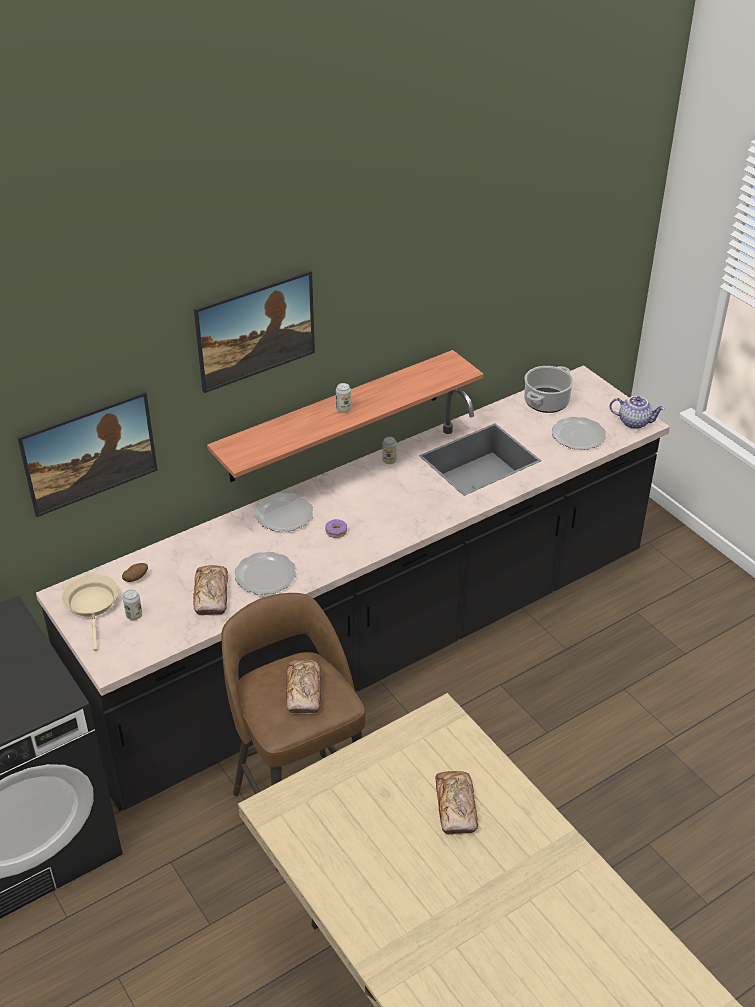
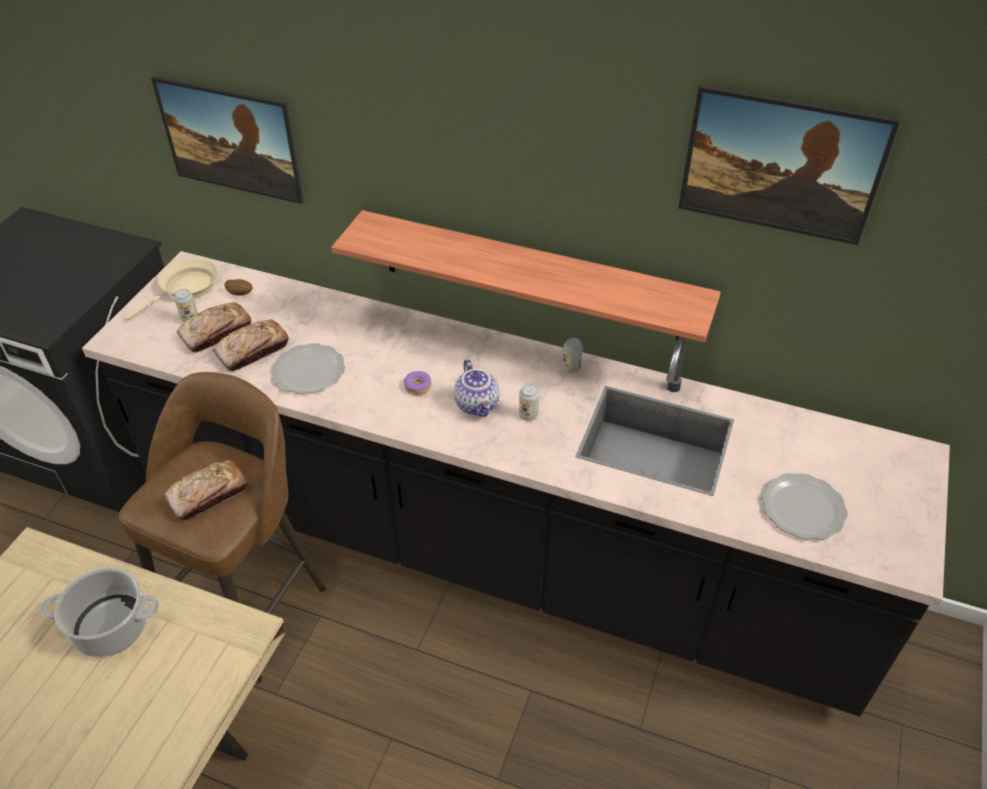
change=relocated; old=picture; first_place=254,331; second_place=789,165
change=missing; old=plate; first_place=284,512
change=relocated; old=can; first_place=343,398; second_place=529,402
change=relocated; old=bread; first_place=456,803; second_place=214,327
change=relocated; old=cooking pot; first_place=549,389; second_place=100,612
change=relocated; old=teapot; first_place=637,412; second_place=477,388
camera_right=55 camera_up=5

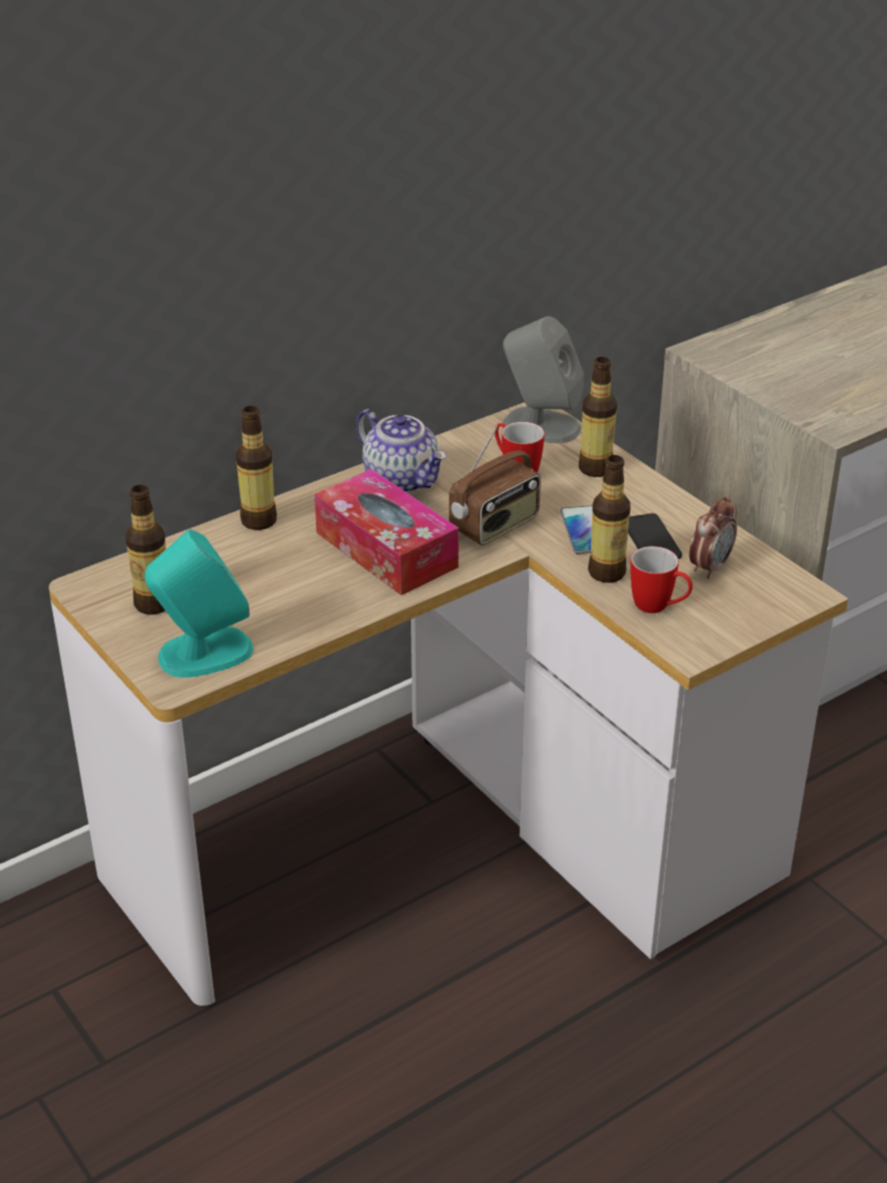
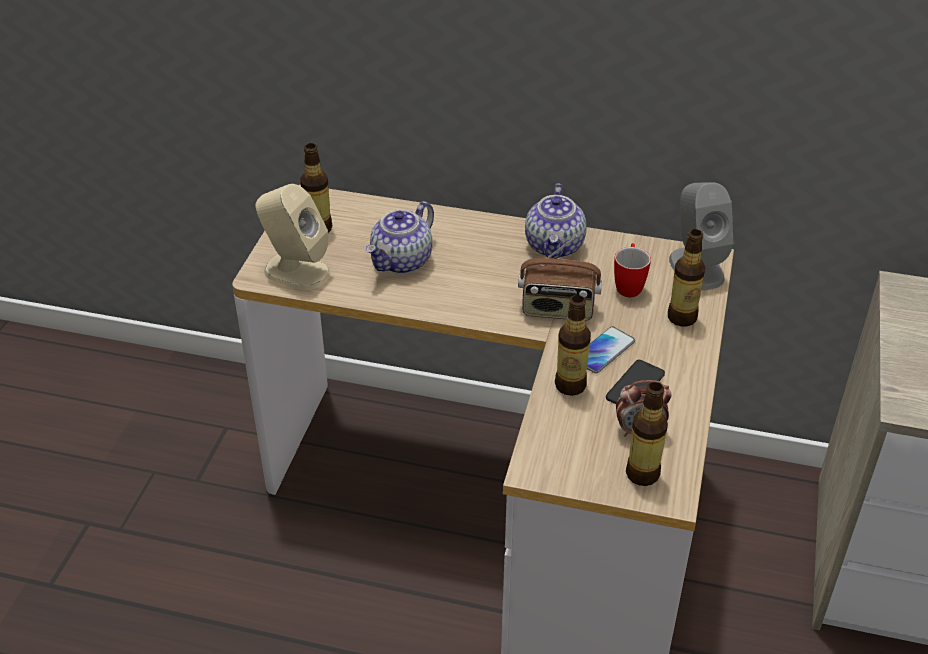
change=colour; old=speaker (turquoise); new=speaker (beige); first_place=199,603; second_place=292,237
change=relocated; old=bottle; first_place=256,468; second_place=647,434
change=missing; old=tissue box; first_place=387,532
change=missing; old=mug; first_place=662,579
change=appeared; new=teapot; second_place=400,237
camera_right=50 camera_up=5

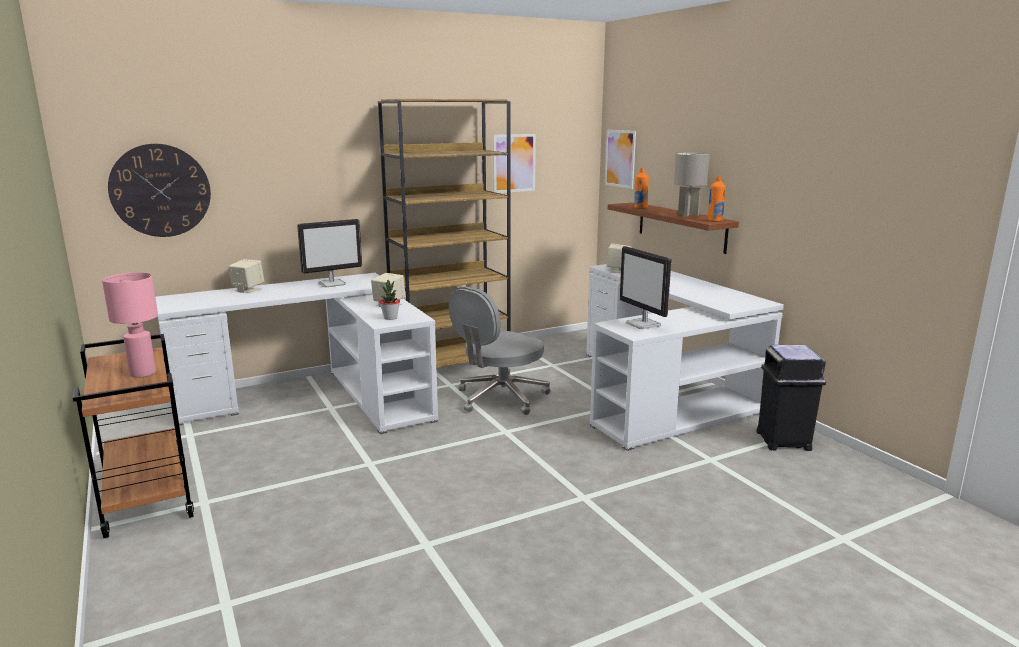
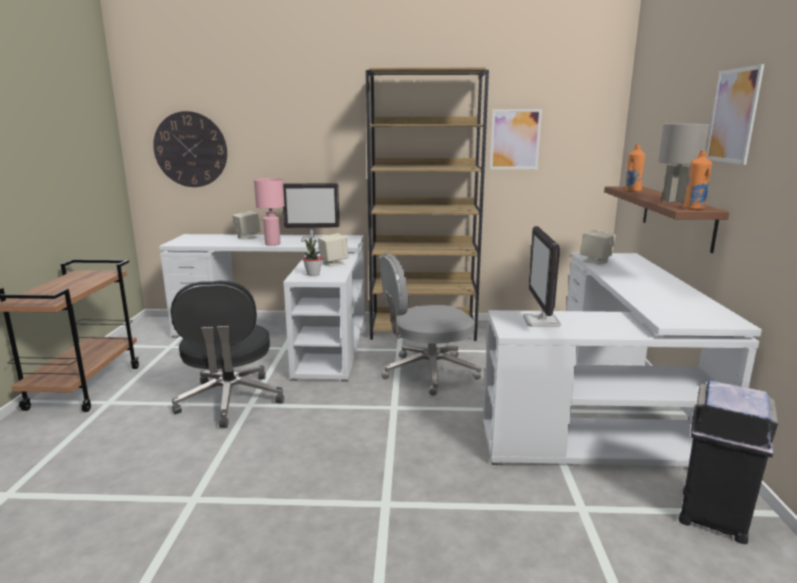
change=relocated; old=table lamp (pink); first_place=130,325; second_place=269,212
change=relocated; old=picture; first_place=620,159; second_place=735,114
change=appeared; new=office chair (black); second_place=227,354
camera_right=30 camera_up=0

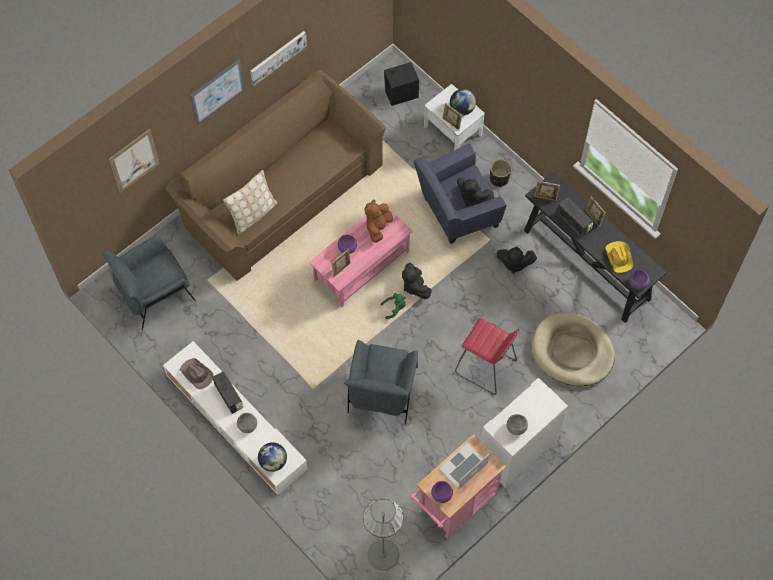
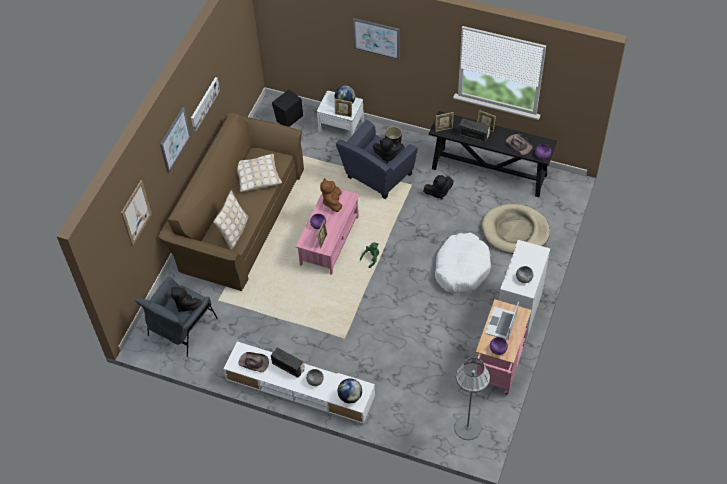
change=missing; old=armchair (grey); first_place=381,382
change=relocated; old=plush toy (black); first_place=417,281; second_place=186,299
change=exchanged; old=stool (red); new=dog bed (white); first_place=487,356; second_place=463,263
change=colour; old=hat (yellow); new=hat (brown); first_place=619,257; second_place=519,144
change=appeared; new=pillow (beige); second_place=259,173
change=appeared; new=picture; second_place=376,39
camera_right=-25 camera_up=-10

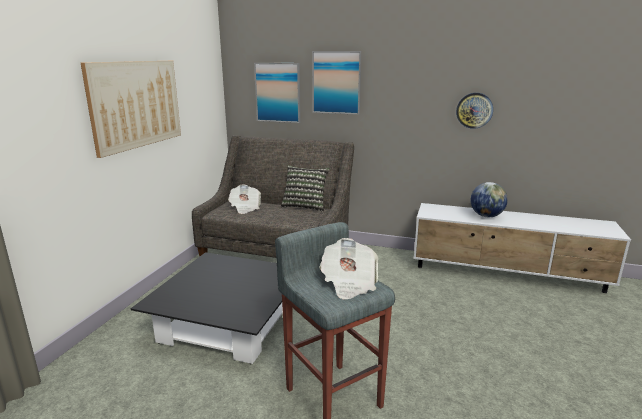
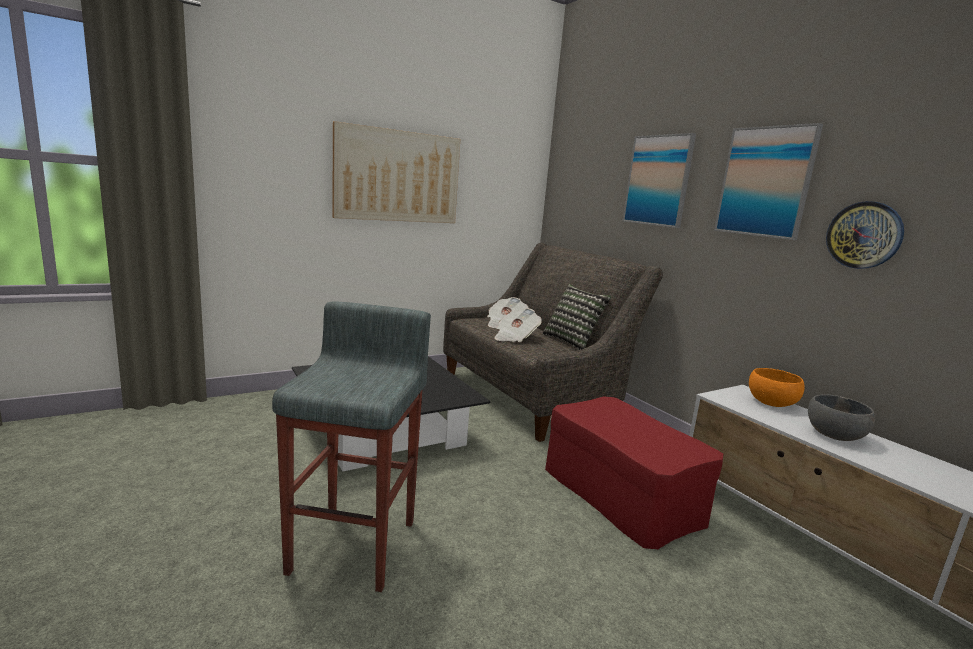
change=relocated; old=picture; first_place=277,93; second_place=768,181
change=relocated; old=newspaper; first_place=349,269; second_place=518,325
change=exchanged; old=globe; new=bowl (grey); first_place=489,199; second_place=841,418
change=appeared; new=ottoman (red); second_place=634,472
change=appeared; new=bowl (orange); second_place=776,387
camera_right=40 camera_up=-5

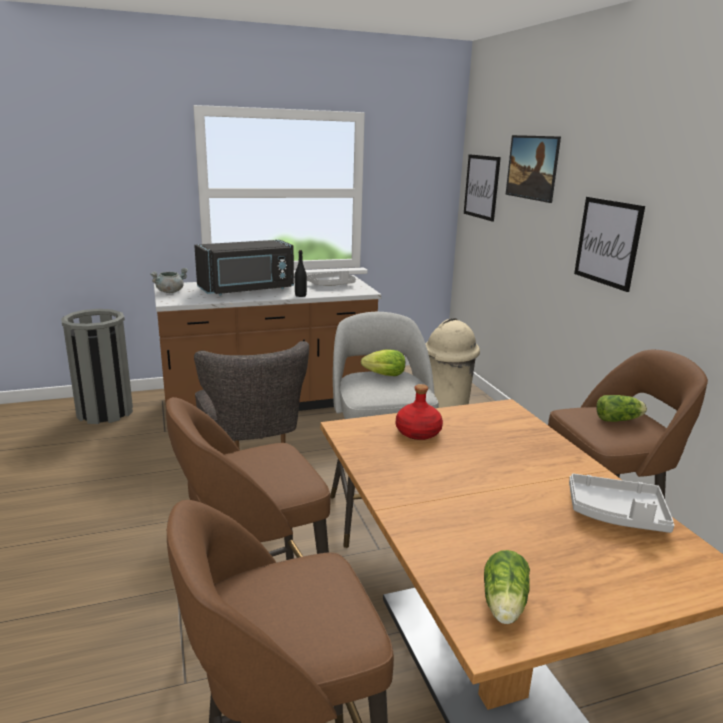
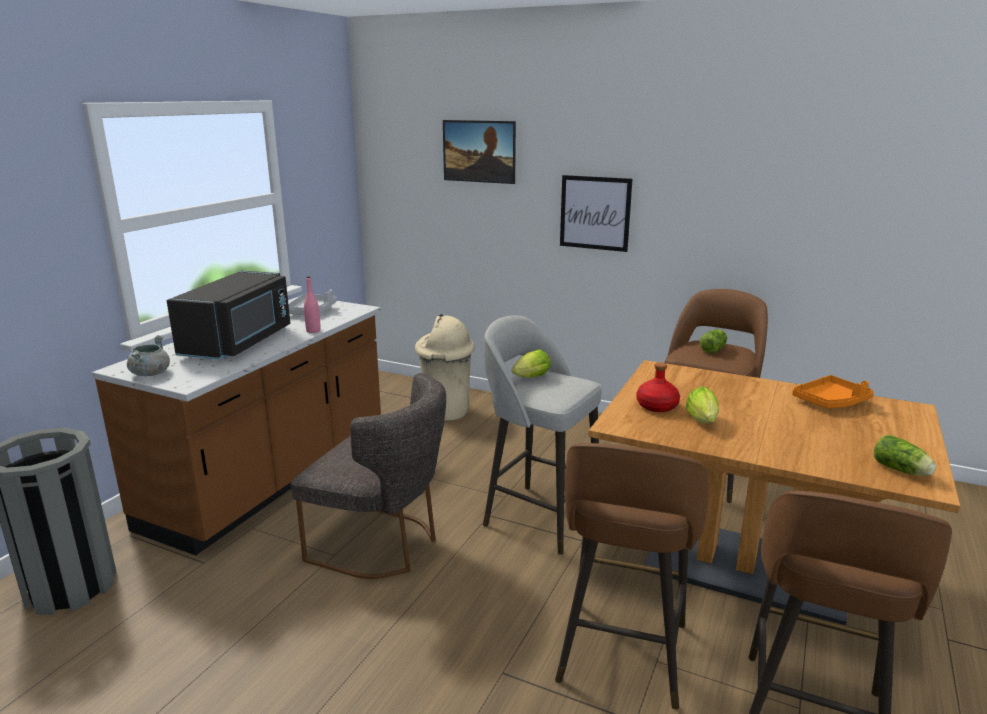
change=colour; old=bottle (black); new=bottle (pink); first_place=301,273; second_place=312,304
change=missing; old=picture; first_place=482,188
change=colour; old=tray (grey); new=tray (orange); first_place=621,503; second_place=833,391
change=appeared; new=lettuce; second_place=702,404
camera_right=-45 camera_up=0

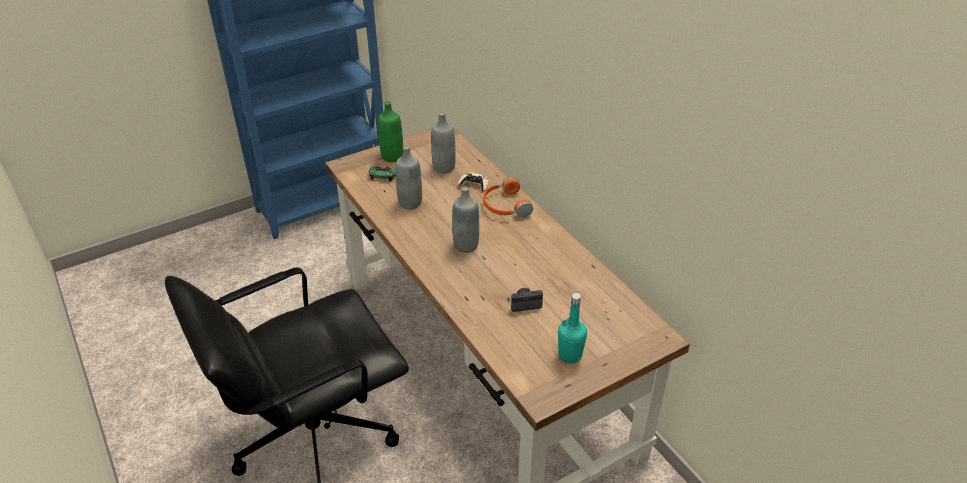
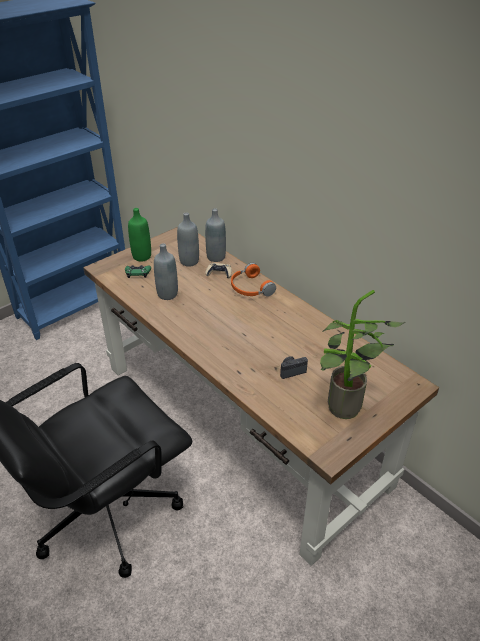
change=relocated; old=bottle (grey); first_place=465,219; second_place=215,235
change=exchanged; old=bottle (turquoise); new=potted plant; first_place=572,328; second_place=363,354
camera_right=-10 camera_up=0

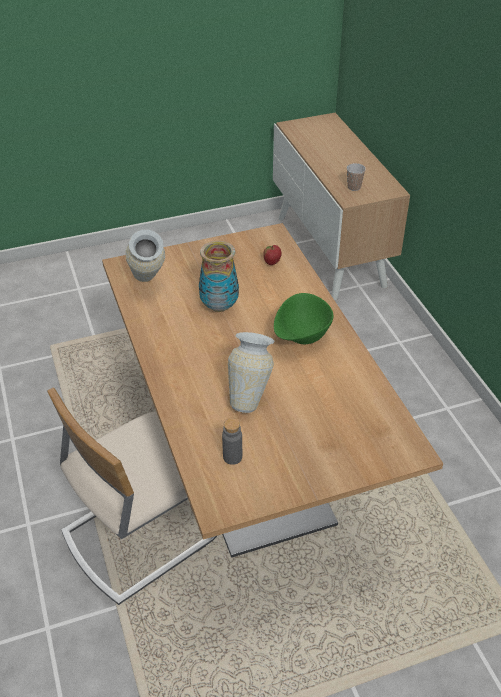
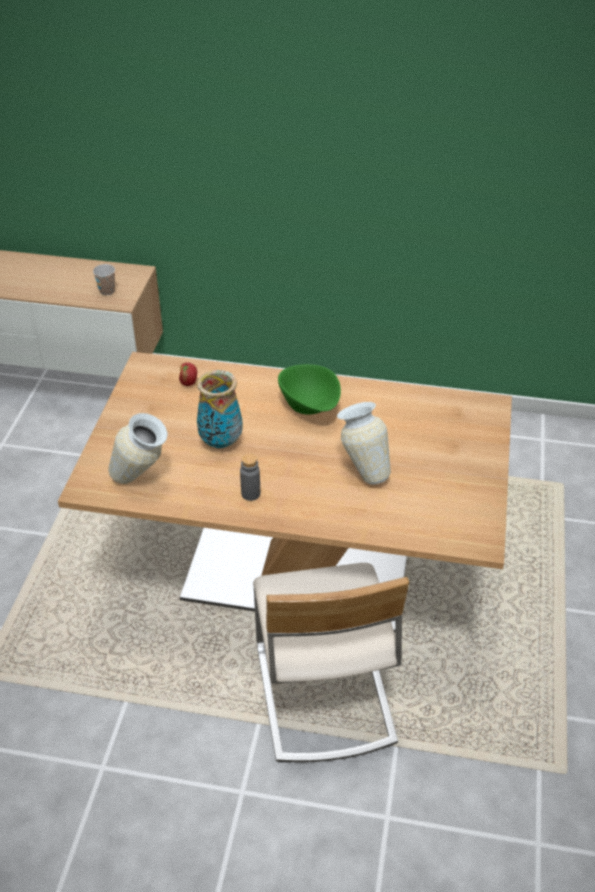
change=relocated; old=bottle (grey); first_place=232,441; second_place=250,477
camera_right=-60 camera_up=0

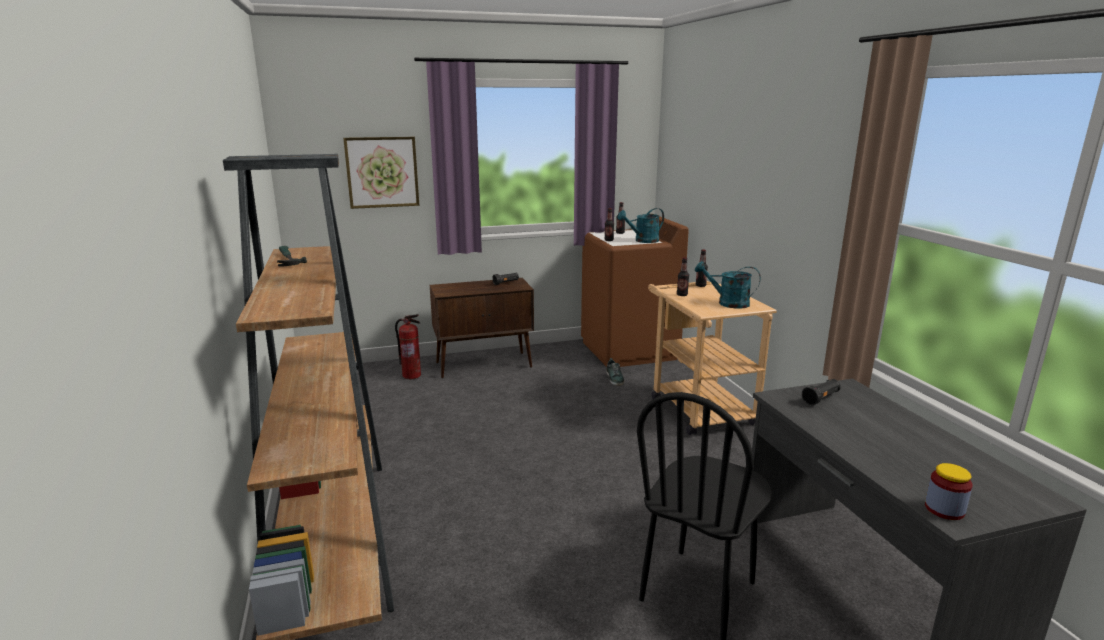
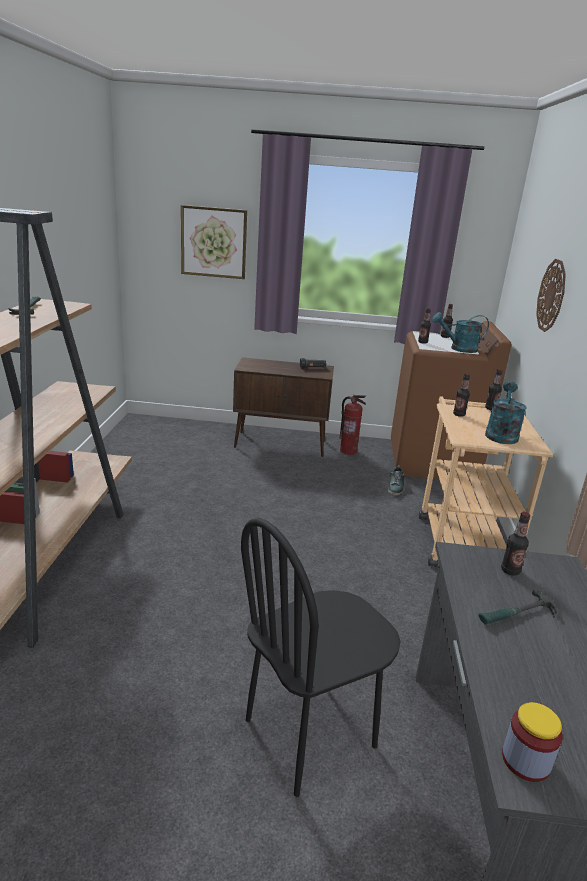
change=relocated; old=fire extinguisher; first_place=408,346; second_place=352,425
change=spun; old=watering can (turquoise); first_place=728,285; second_place=506,413; degrees=60
change=exchanged; old=flashlight (black); new=bottle; first_place=821,392; second_place=515,543
change=appeared; new=hammer; second_place=517,606
change=appeared; new=wall clock; second_place=551,295
camera_right=20 camera_up=5

